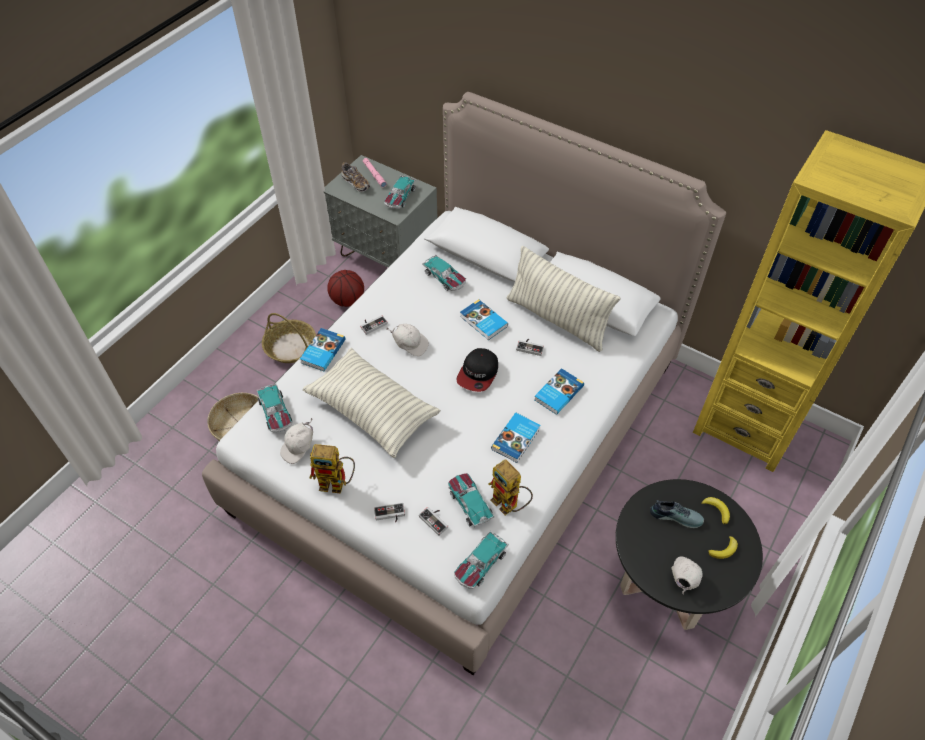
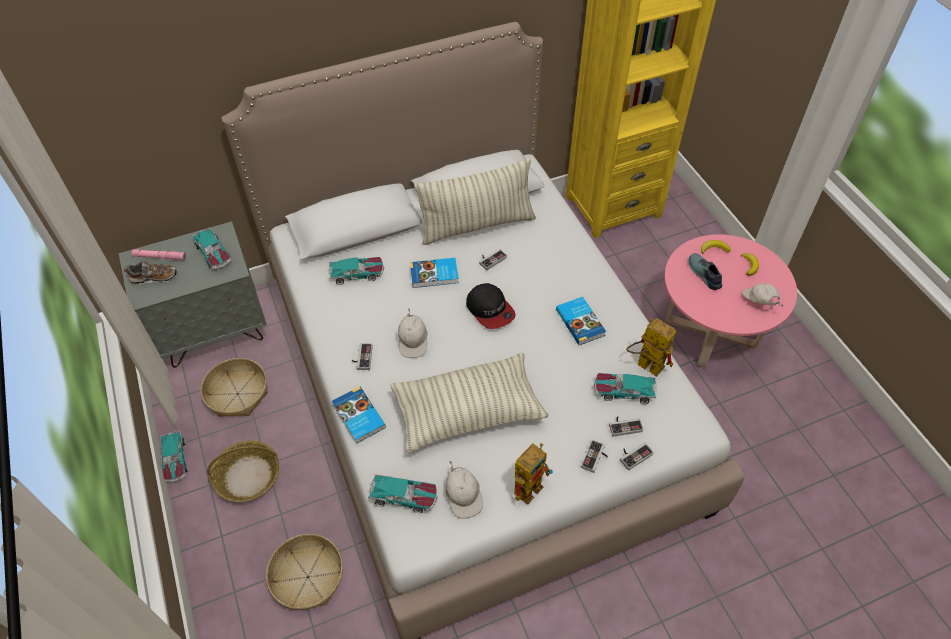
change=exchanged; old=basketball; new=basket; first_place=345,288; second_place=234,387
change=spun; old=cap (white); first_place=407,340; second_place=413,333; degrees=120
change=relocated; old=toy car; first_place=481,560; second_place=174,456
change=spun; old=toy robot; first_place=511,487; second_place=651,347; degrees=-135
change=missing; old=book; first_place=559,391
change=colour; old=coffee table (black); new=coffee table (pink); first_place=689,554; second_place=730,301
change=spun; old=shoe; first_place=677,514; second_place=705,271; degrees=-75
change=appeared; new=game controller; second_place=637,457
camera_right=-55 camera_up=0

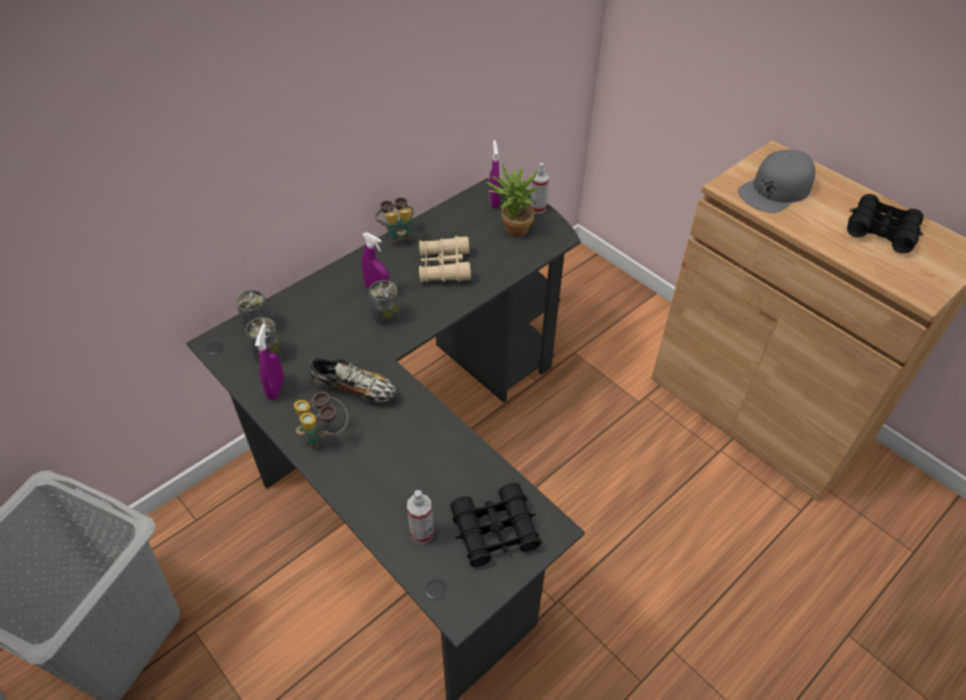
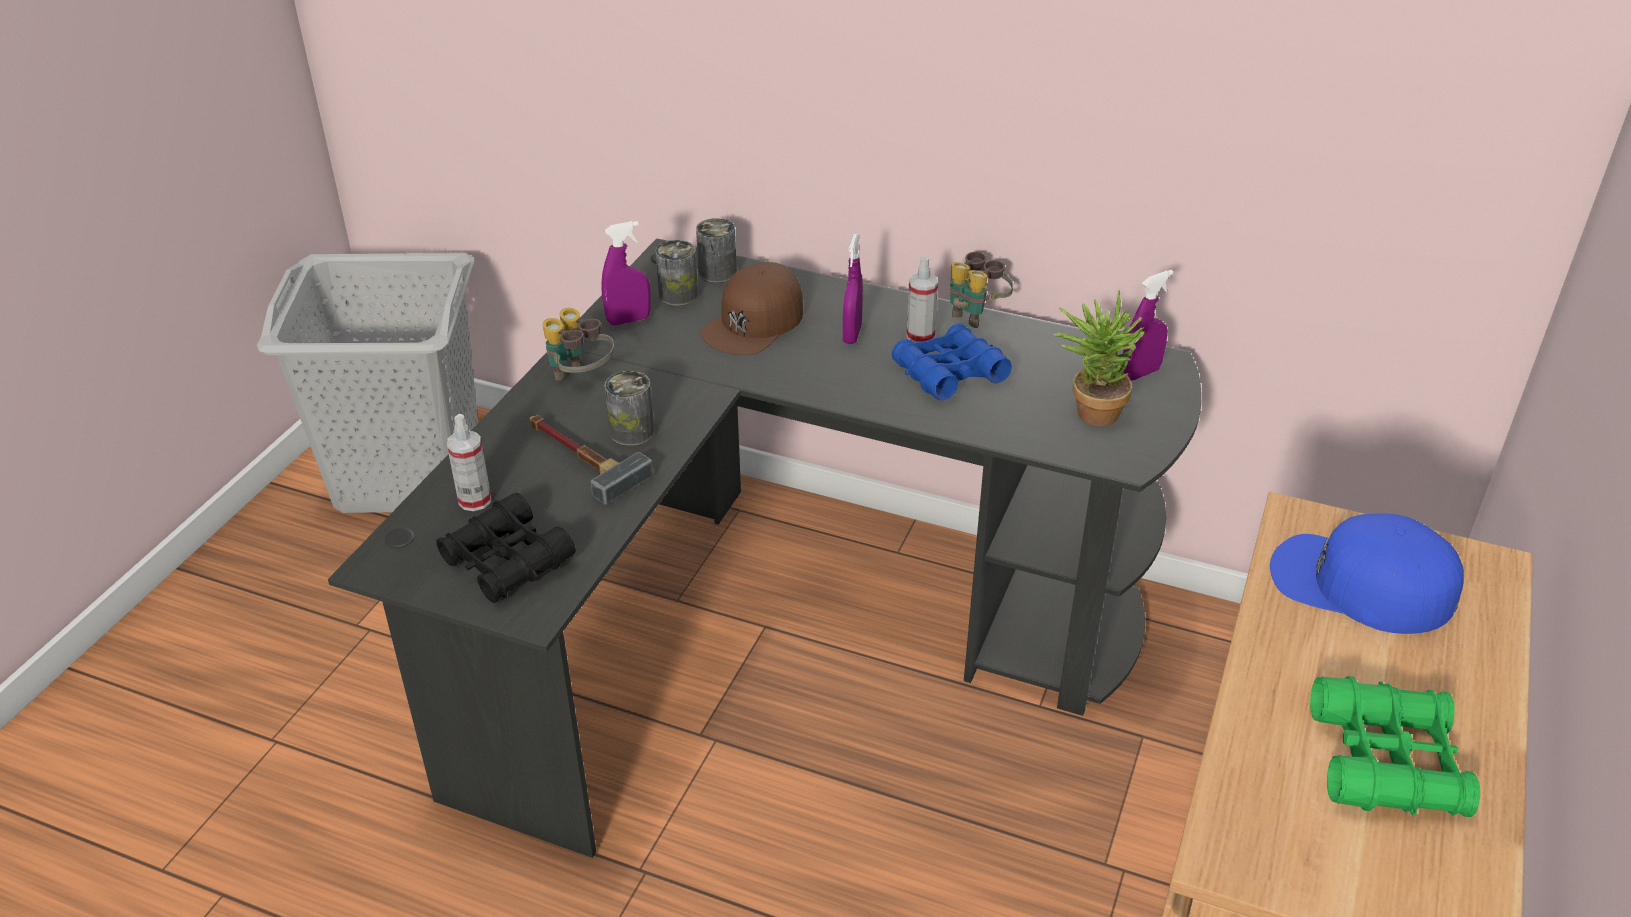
change=missing; old=shoe; first_place=352,380
change=relocated; old=can; first_place=384,303; second_place=629,408
change=colour; old=binoculars (beige); new=binoculars (blue); first_place=445,259; second_place=952,361
change=relocated; old=spray bottle; first_place=539,188; second_place=922,299
change=colour; old=cap (grey); new=cap (blue); first_place=776,181; second_place=1367,573
change=colour; old=binoculars (black); new=binoculars (green); first_place=885,224; second_place=1395,746
change=appeared; new=hammer; second_place=591,460
change=appeared; new=cap (brown); second_place=752,308
camera_right=65 camera_up=-10

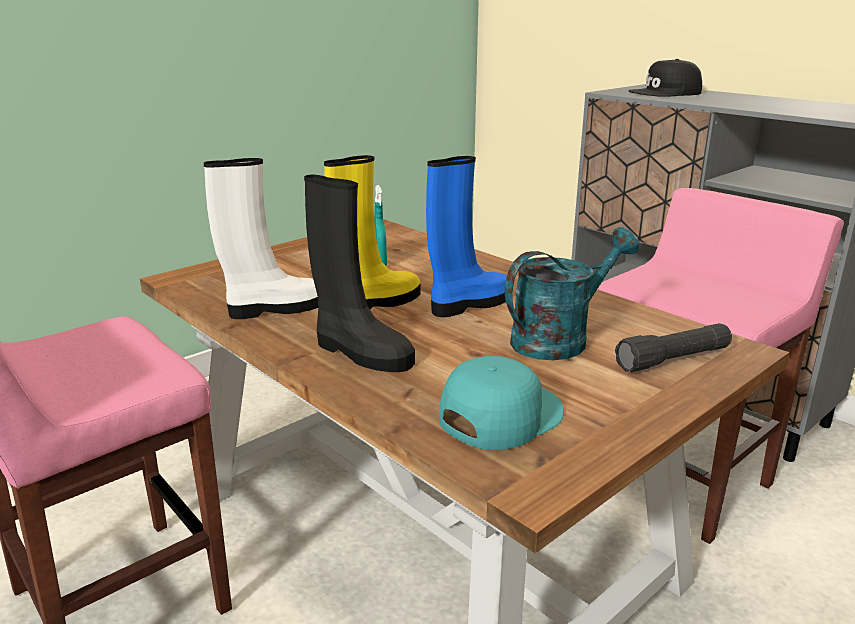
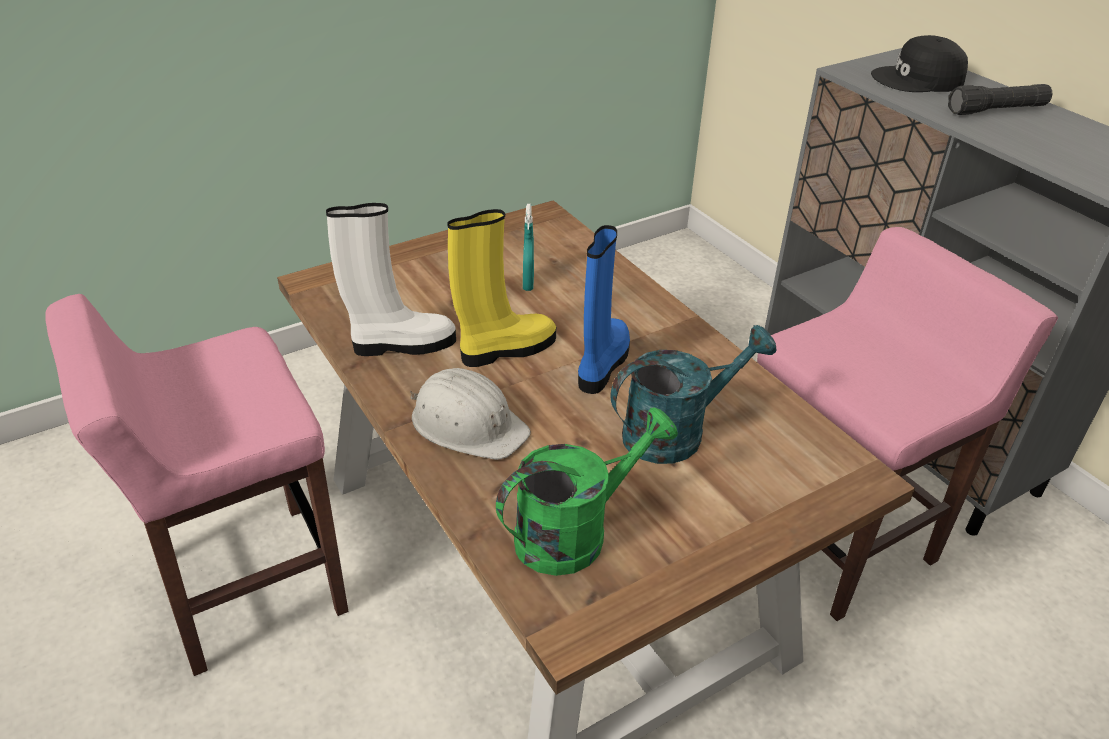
change=exchanged; old=boot (black); new=hard hat (white); first_place=359,273; second_place=470,414
change=spun; old=boot (blue); first_place=469,236; second_place=604,309; degrees=-45
change=exchanged; old=cap (turquoise); new=watering can (green); first_place=501,403; second_place=587,491
change=relocated; old=flashlight (black); first_place=673,347; second_place=1000,99
camera_right=10 camera_up=15

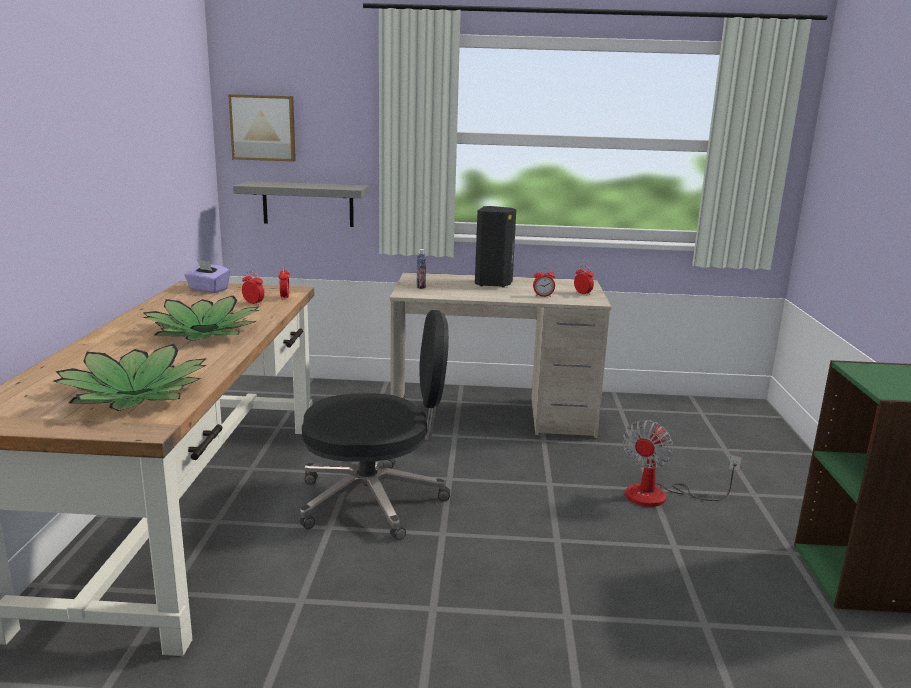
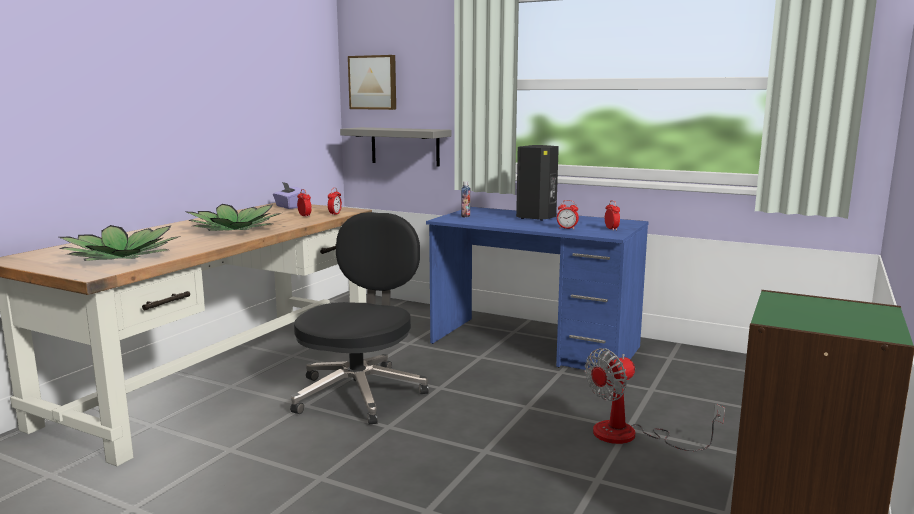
change=spun; old=office chair (black); first_place=375,425; second_place=359,318; degrees=-90
change=colour; old=desk (beige); new=desk (blue); first_place=500,355; second_place=537,288
camera_right=25 camera_up=-5

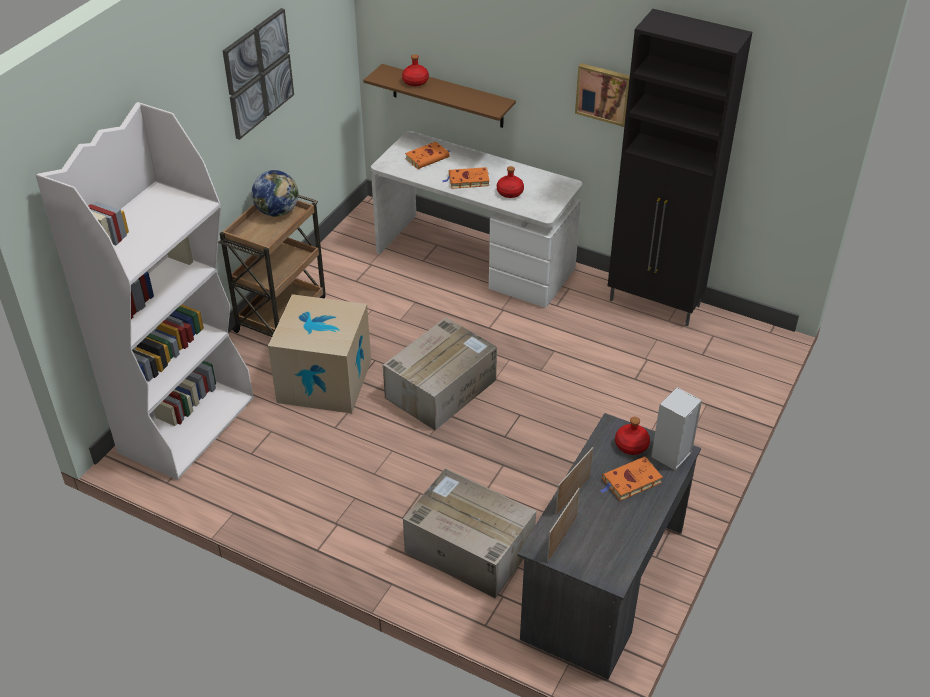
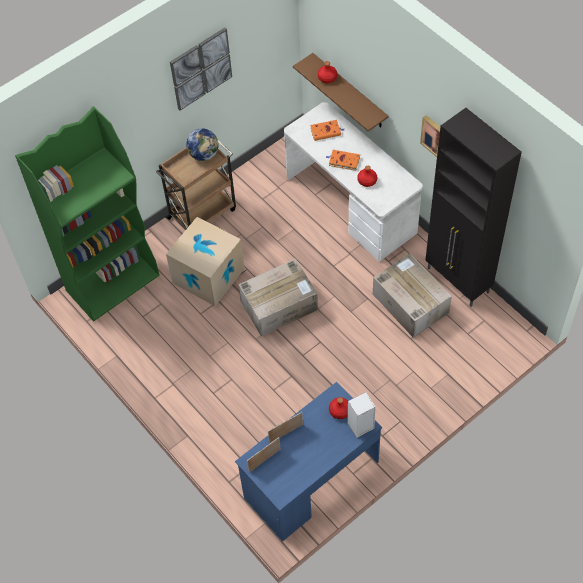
change=colour; old=bookcase (white); new=bookcase (green); first_place=144,291; second_place=87,213
change=relocated; old=cardboard box; first_place=469,533; second_place=412,295
change=colour; old=desk (grey); new=desk (blue); first_place=609,546; second_place=308,462
change=missing; old=book (orange); first_place=631,479
camera_right=25 camera_up=15

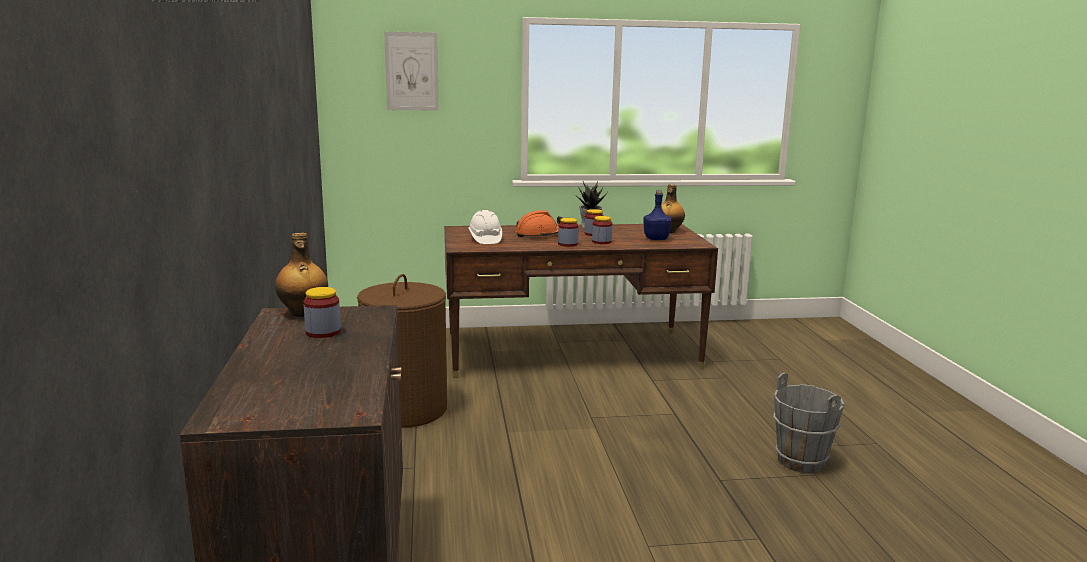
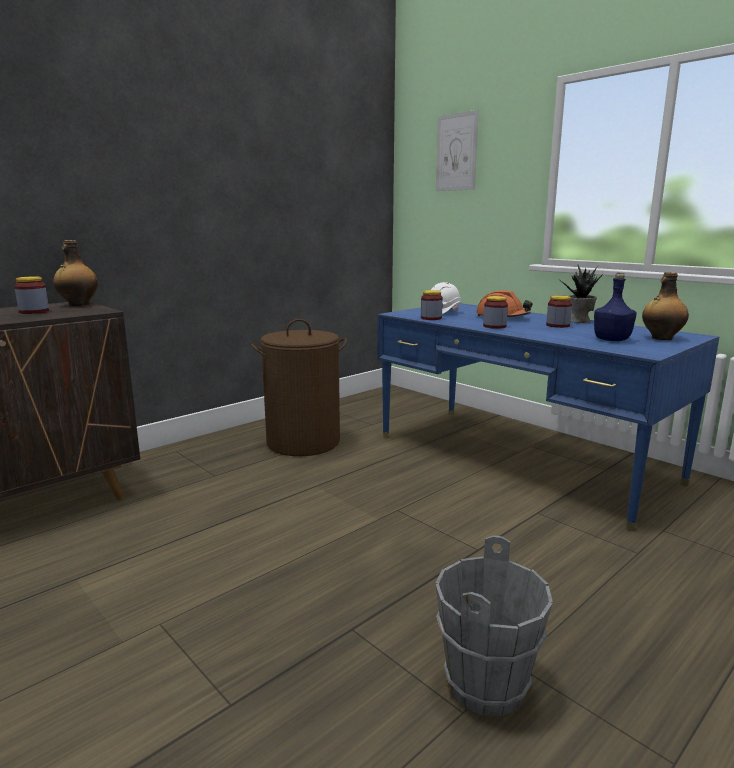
change=colour; old=desk (brown); new=desk (blue); first_place=581,301; second_place=548,417
change=relocated; old=jar; first_place=602,230; second_place=432,305
camera_right=55 camera_up=0

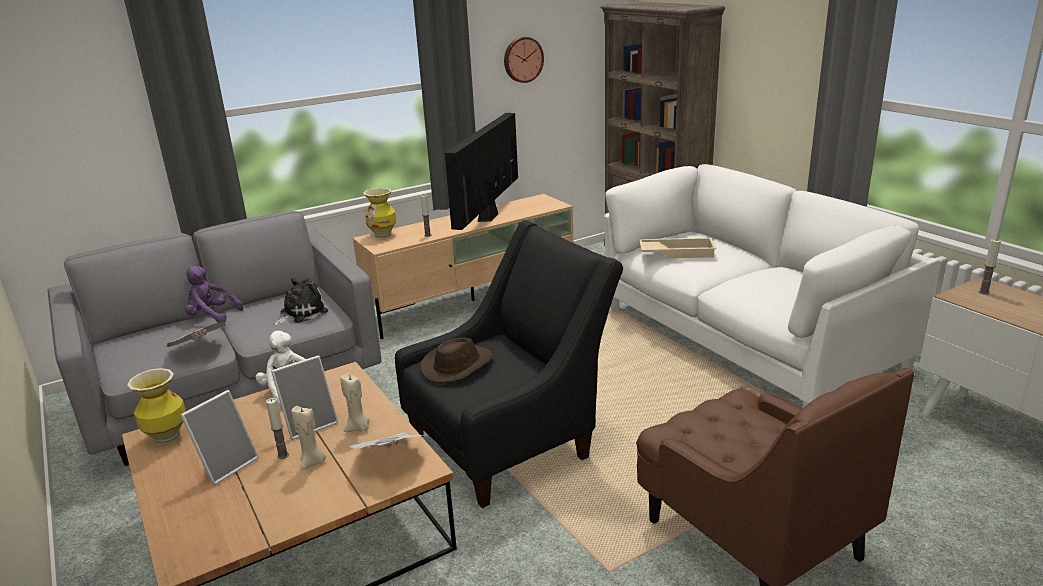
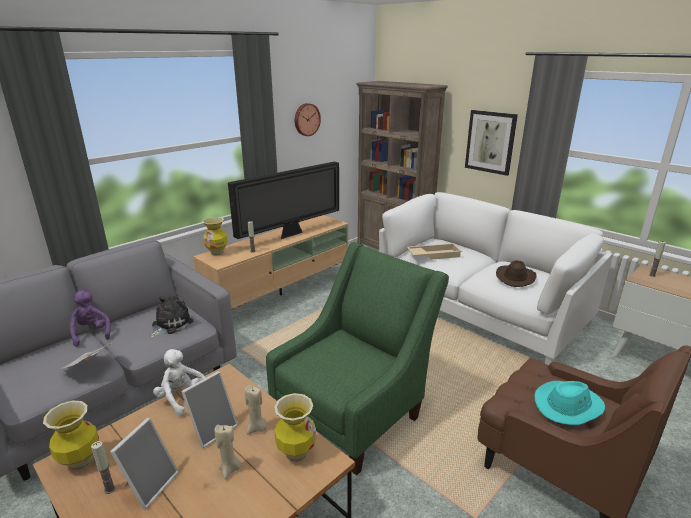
change=spun; old=plush toy (purple); first_place=214,294; second_place=90,318; degrees=60
change=relocated; old=candle; first_place=277,428; second_place=103,467
change=exchanged; old=newspaper; new=vase; first_place=385,440; second_place=295,427
change=colour; old=armchair (black); new=armchair (green); first_place=509,364; second_place=357,358
change=relocated; old=hat (brown); first_place=456,360; second_place=516,273
change=spun; old=television; first_place=481,171; second_place=283,200; degrees=-135
change=appeared; new=picture; second_place=491,143
change=appeared; new=hat (turquoise); second_place=569,403
camera_right=-15 camera_up=0

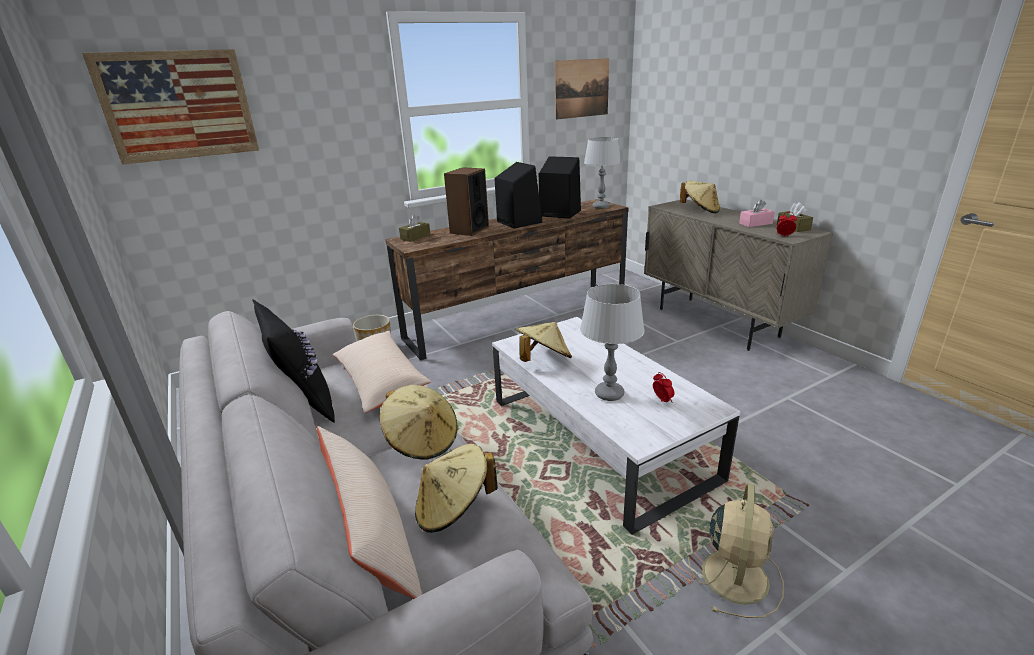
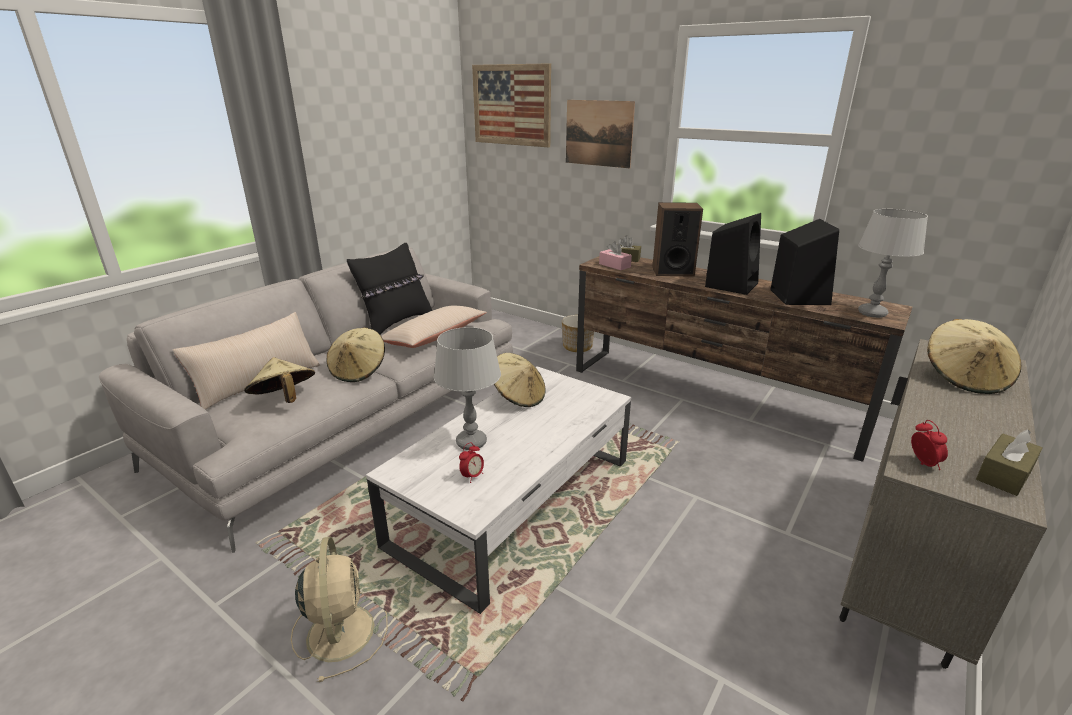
change=relocated; old=picture; first_place=582,89; second_place=600,134
change=spun; old=fan (beige); first_place=736,551; second_place=339,609; degrees=-105
change=relocated; old=tissue box (pink); first_place=757,213; second_place=615,255
camera_right=65 camera_up=0

